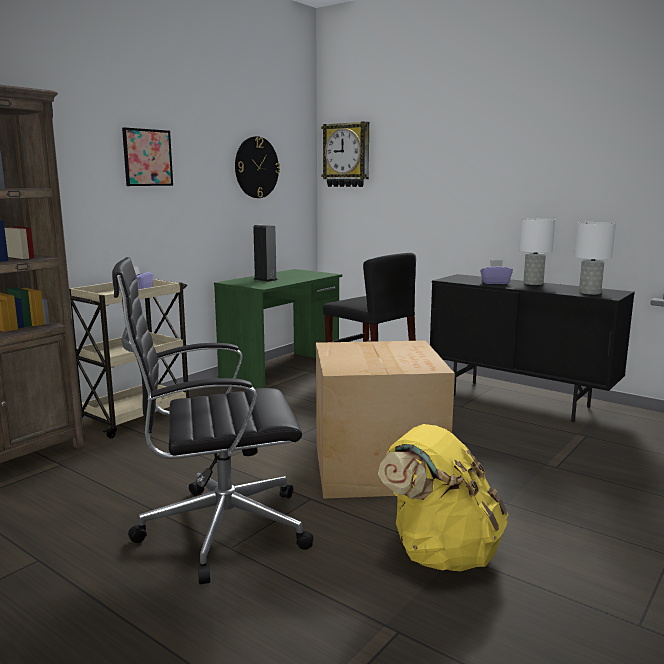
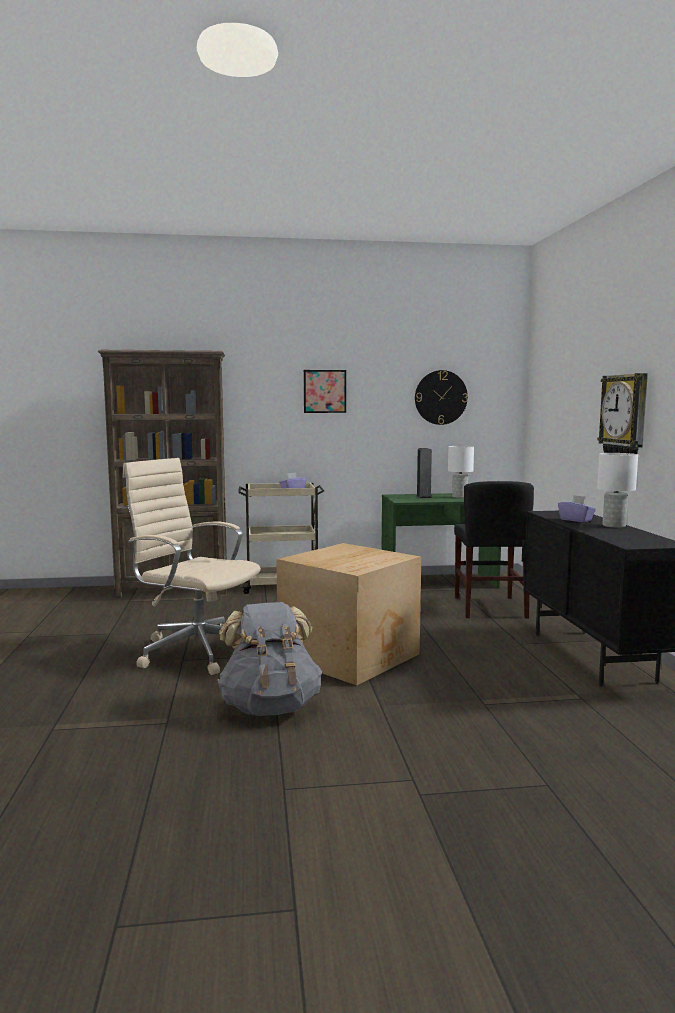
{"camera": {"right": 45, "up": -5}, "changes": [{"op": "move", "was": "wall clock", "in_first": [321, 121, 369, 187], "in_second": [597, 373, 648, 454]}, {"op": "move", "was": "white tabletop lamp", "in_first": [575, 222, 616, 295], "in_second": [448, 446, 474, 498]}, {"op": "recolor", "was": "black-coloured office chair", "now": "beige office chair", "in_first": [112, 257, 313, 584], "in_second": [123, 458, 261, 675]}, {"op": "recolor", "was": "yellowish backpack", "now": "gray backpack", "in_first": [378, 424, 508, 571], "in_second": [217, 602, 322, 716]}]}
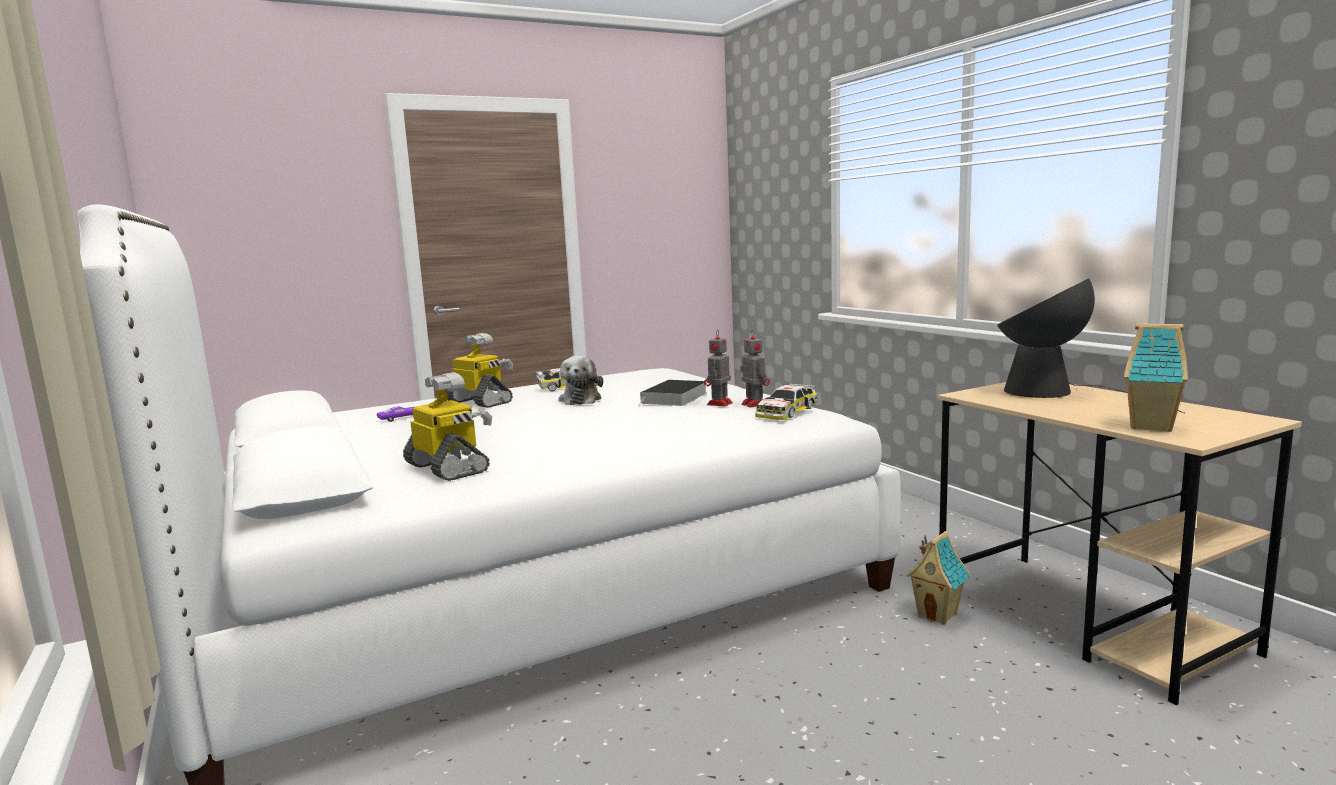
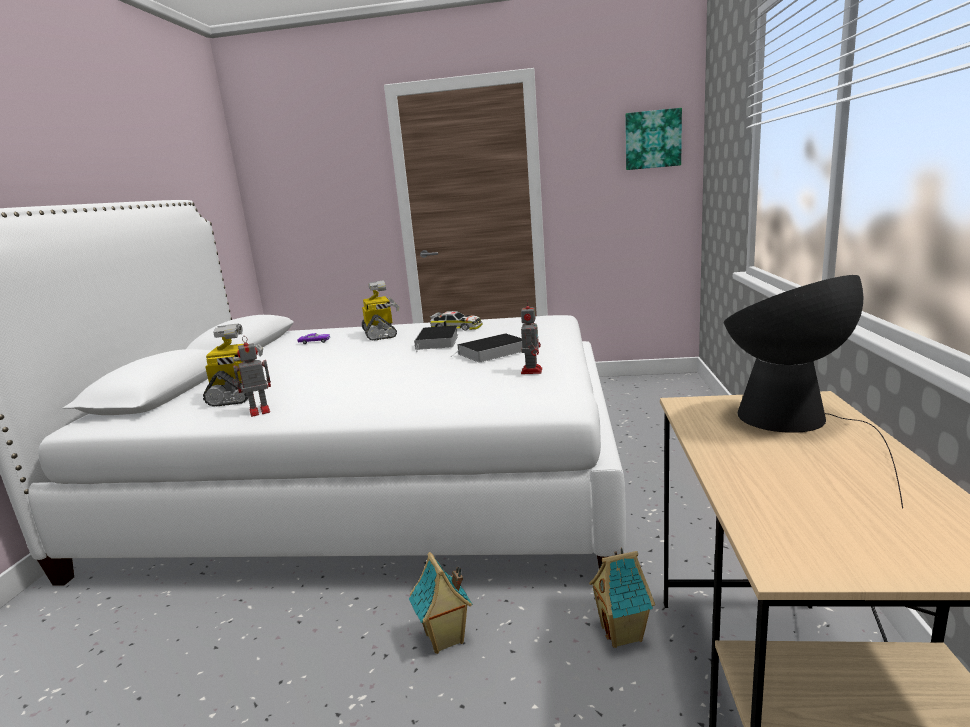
{"camera": {"right": 35, "up": 5}, "changes": [{"op": "move", "was": "toy house", "in_first": [1124, 323, 1188, 432], "in_second": [409, 552, 472, 654]}, {"op": "move", "was": "toy robot", "in_first": [704, 331, 733, 407], "in_second": [233, 336, 271, 417]}, {"op": "replace", "was": "soft toy", "now": "volume", "in_first": [558, 356, 603, 405], "in_second": [414, 325, 458, 352]}, {"op": "delete", "was": "model car", "in_first": [755, 383, 817, 420]}, {"op": "insert", "now": "picture", "in_second": [625, 108, 682, 170]}]}
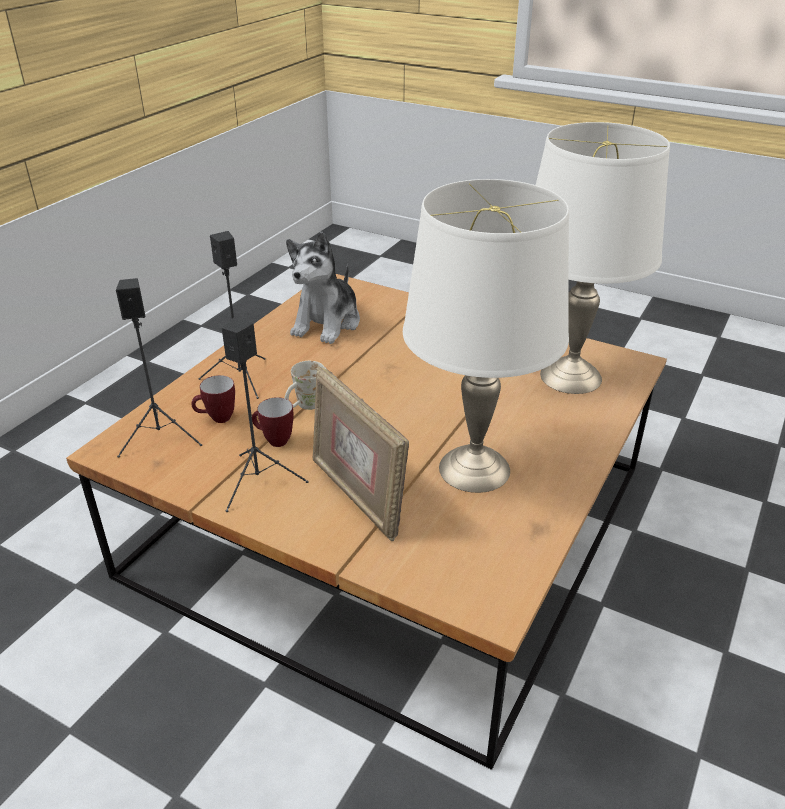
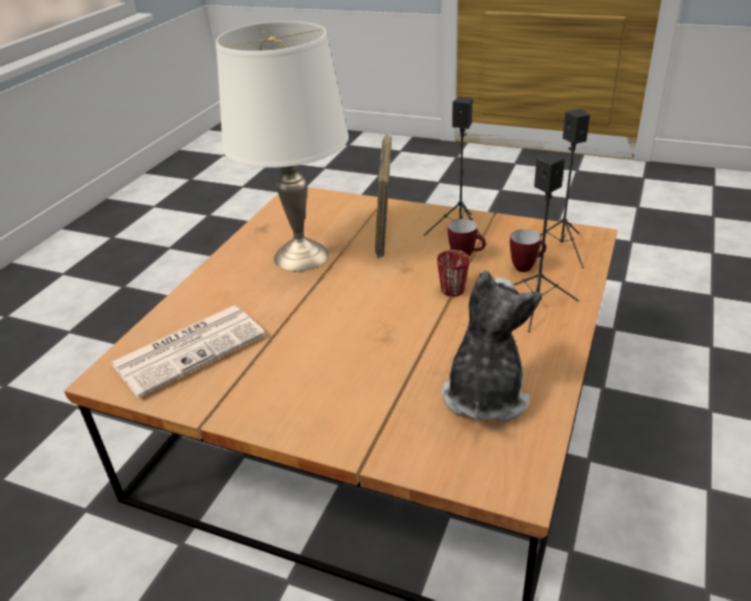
{"camera": {"right": 175, "up": 0}, "changes": [{"op": "replace", "was": "white tabletop lamp", "now": "newspaper", "in_first": [536, 122, 670, 394], "in_second": [110, 306, 266, 398]}, {"op": "recolor", "was": "white tea mug", "now": "red tea mug", "in_first": [285, 361, 324, 410], "in_second": [437, 250, 470, 297]}, {"op": "rotate", "was": "picture frame", "in_first": [313, 366, 409, 541], "in_second": [375, 134, 392, 258], "clockwise": -135}]}
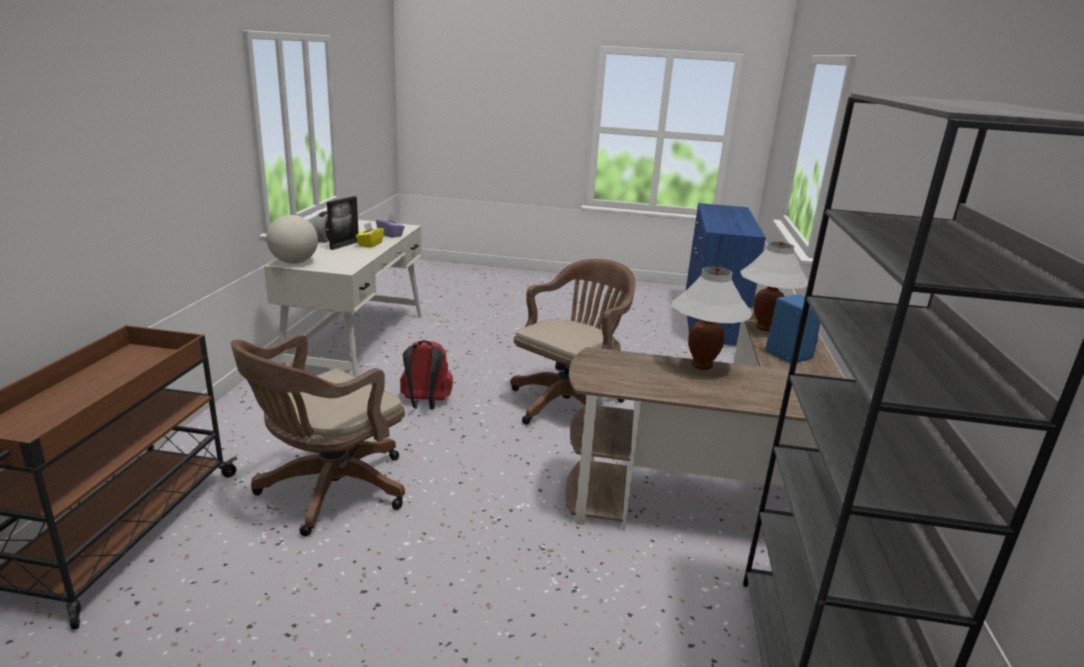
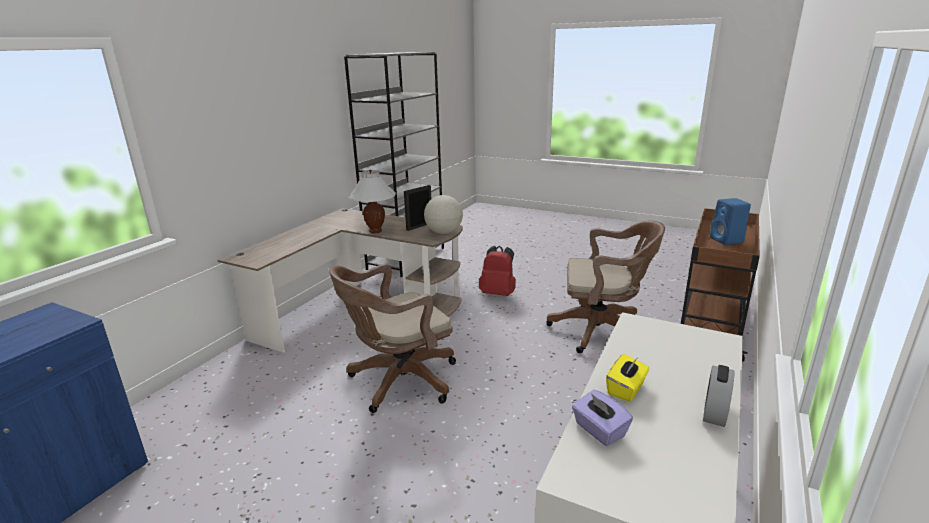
{"camera": {"right": -160, "up": 0}, "changes": [{"op": "move", "was": "picture frame", "in_first": [327, 196, 359, 250], "in_second": [404, 185, 431, 231]}, {"op": "move", "was": "globe", "in_first": [266, 215, 318, 264], "in_second": [424, 195, 463, 234]}, {"op": "delete", "was": "white tabletop lamp", "in_first": [741, 241, 809, 331]}, {"op": "move", "was": "blue speaker", "in_first": [766, 294, 820, 363], "in_second": [710, 198, 751, 245]}, {"op": "rotate", "was": "brown-coloured office chair", "in_first": [231, 334, 405, 536], "in_second": [546, 221, 665, 353], "clockwise": 45}, {"op": "move", "was": "red backpack", "in_first": [400, 340, 453, 410], "in_second": [479, 246, 516, 296]}]}
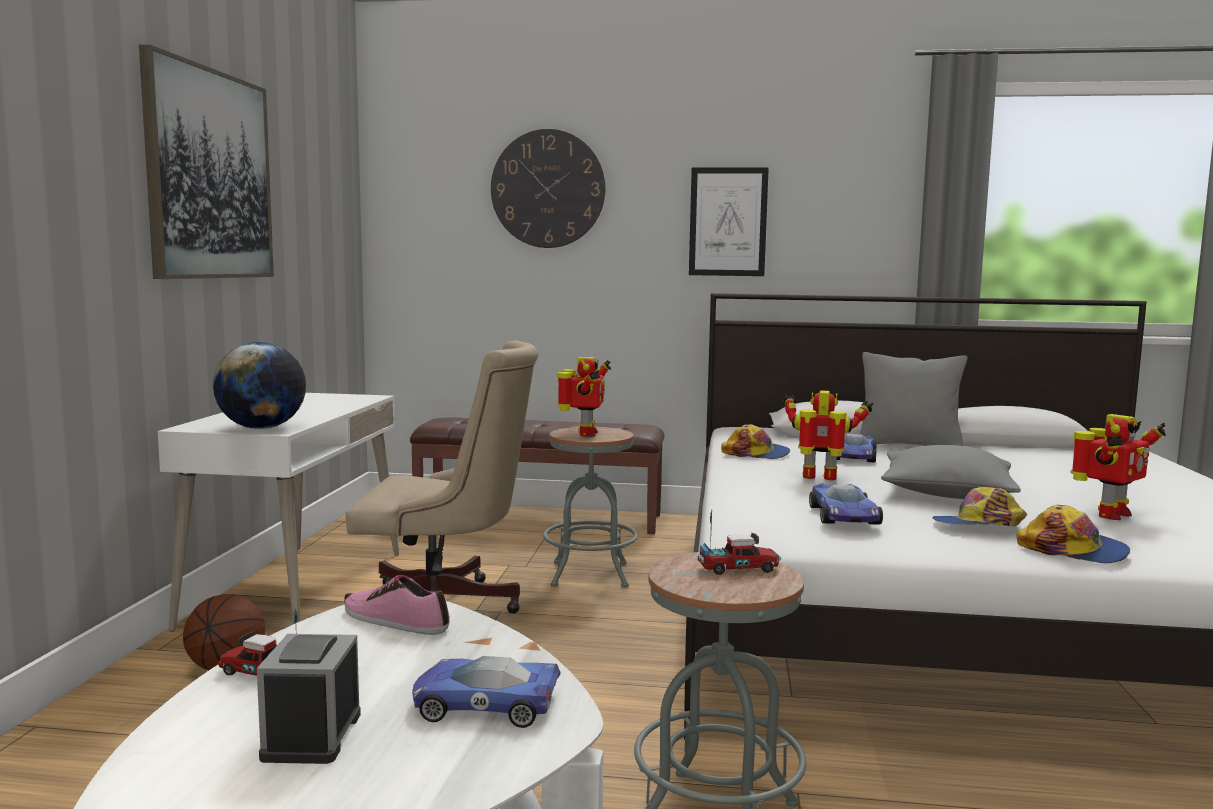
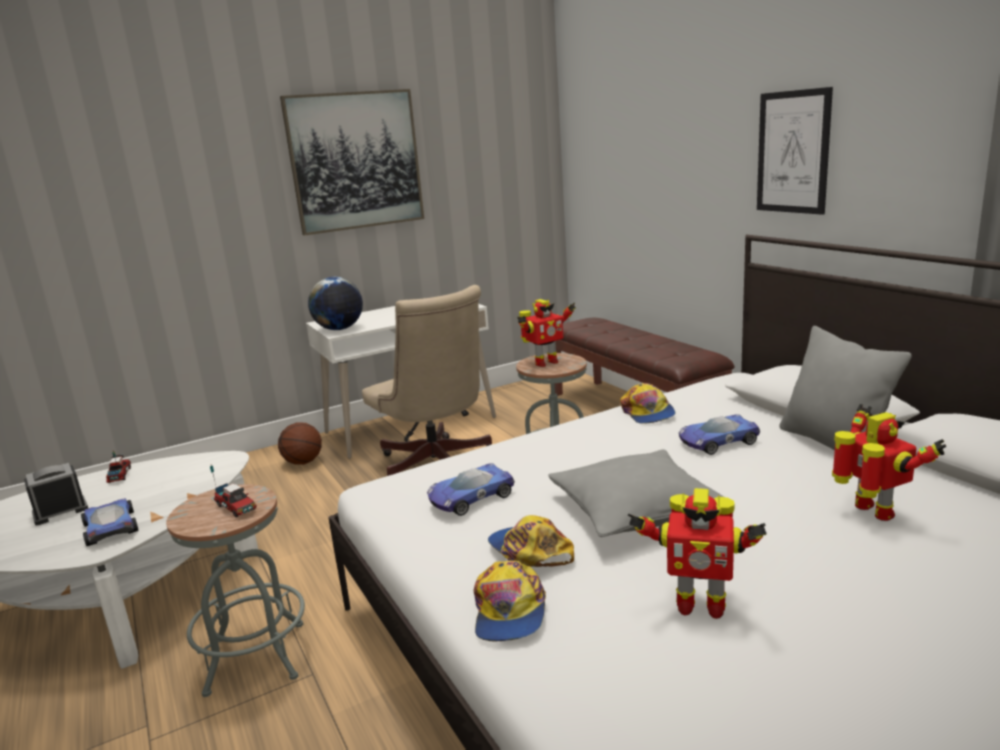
{"camera": {"right": 55, "up": 10}, "changes": [{"op": "delete", "was": "wall clock", "in_first": [491, 129, 605, 248]}, {"op": "move", "was": "toy robot", "in_first": [783, 390, 873, 480], "in_second": [832, 404, 946, 521]}, {"op": "delete", "was": "low shoe", "in_first": [345, 575, 450, 635]}]}
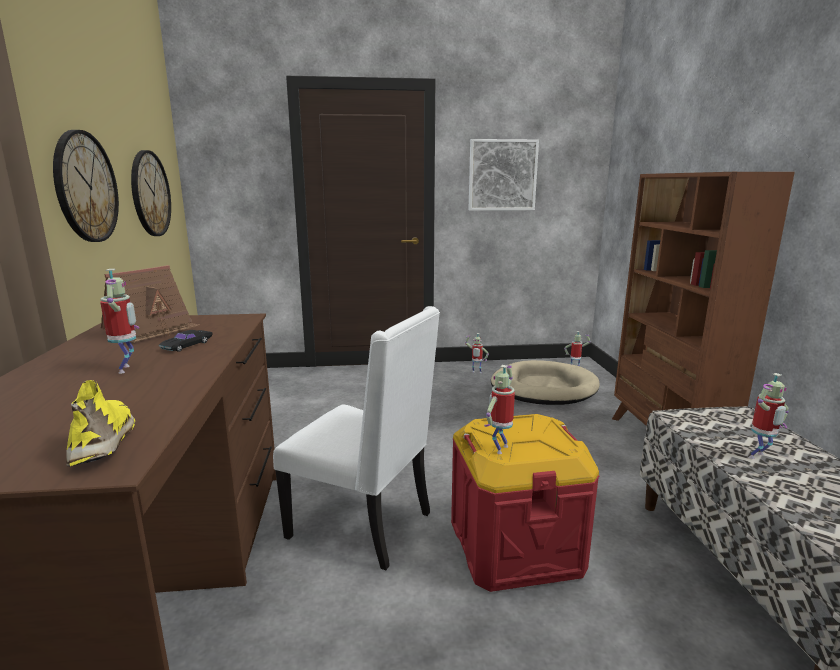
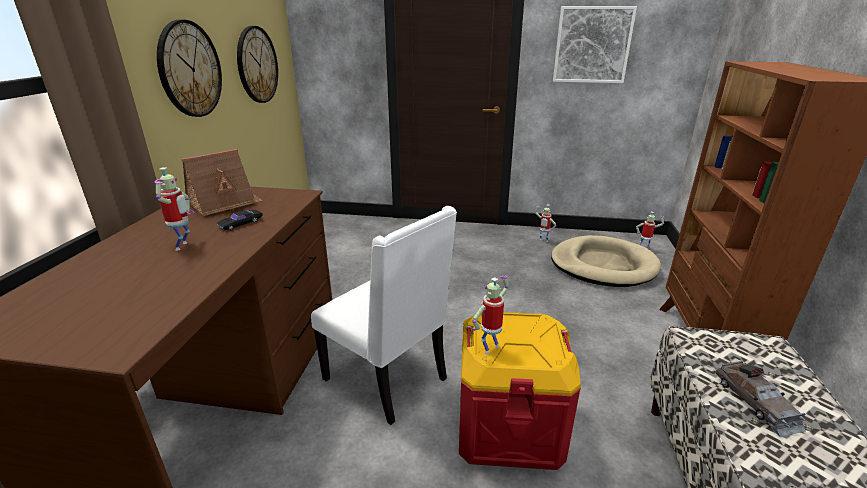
{"camera": {"right": 15, "up": 10}, "changes": [{"op": "replace", "was": "toy robot", "now": "gray model car", "in_first": [749, 373, 789, 459], "in_second": [716, 361, 806, 437]}, {"op": "delete", "was": "yellowish low shoe", "in_first": [66, 380, 135, 466]}]}
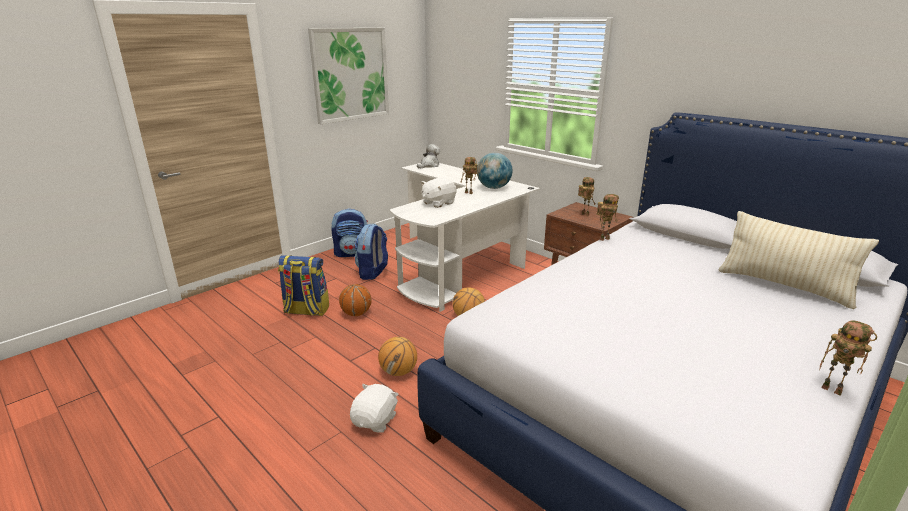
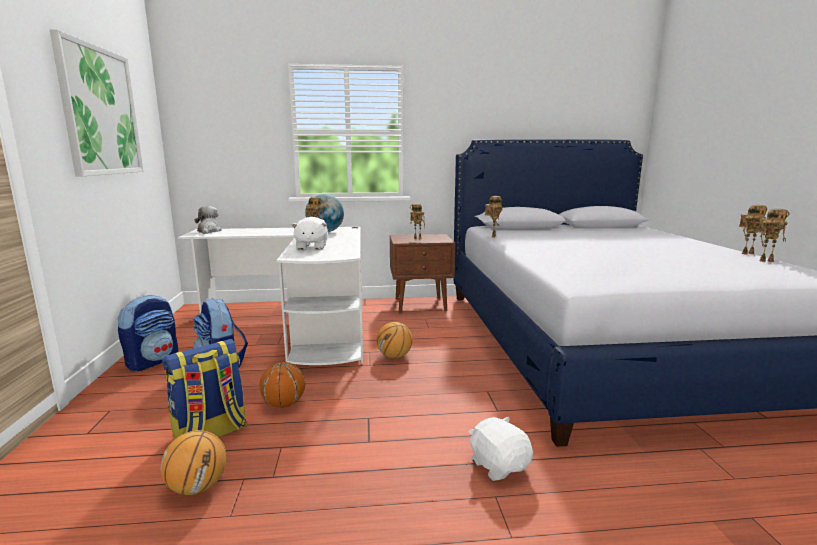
{"camera": {"right": -50, "up": -10}, "changes": [{"op": "delete", "was": "beige pillow", "in_first": [718, 211, 879, 309]}, {"op": "move", "was": "ball for basketball", "in_first": [378, 337, 417, 376], "in_second": [160, 430, 227, 495]}, {"op": "insert", "now": "toy robot", "in_second": [758, 209, 789, 262]}]}
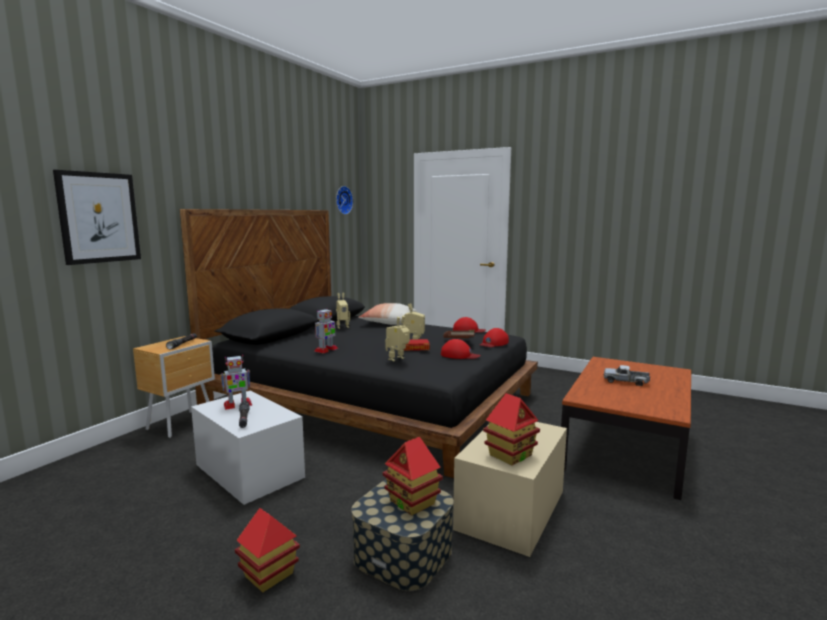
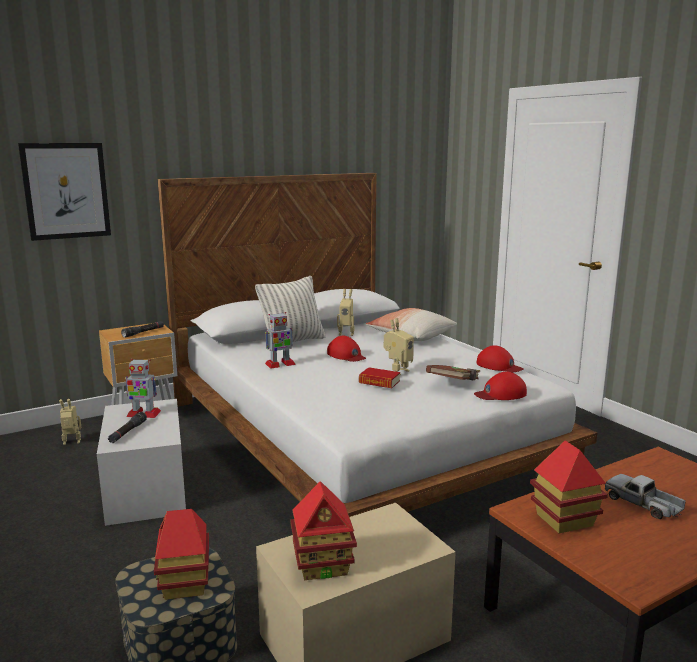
{"camera": {"right": 30, "up": 5}, "changes": [{"op": "delete", "was": "wall clock", "in_first": [336, 186, 353, 215]}, {"op": "recolor", "was": "black-coloured bedroom bed", "now": "white bedroom bed", "in_first": [180, 209, 538, 478], "in_second": [158, 173, 597, 517]}, {"op": "move", "was": "toy robot", "in_first": [385, 316, 410, 361], "in_second": [59, 399, 81, 445]}, {"op": "move", "was": "red peaked cap", "in_first": [441, 339, 481, 359], "in_second": [327, 336, 366, 362]}, {"op": "move", "was": "toy house", "in_first": [235, 508, 300, 592], "in_second": [530, 440, 608, 534]}, {"op": "insert", "now": "pillow", "in_second": [255, 276, 326, 351]}]}
